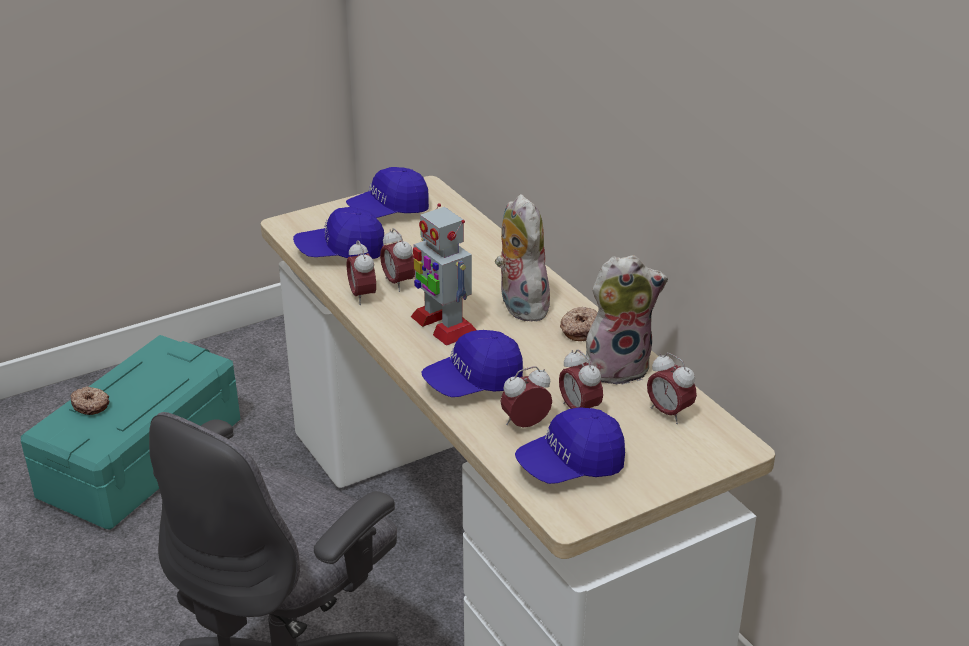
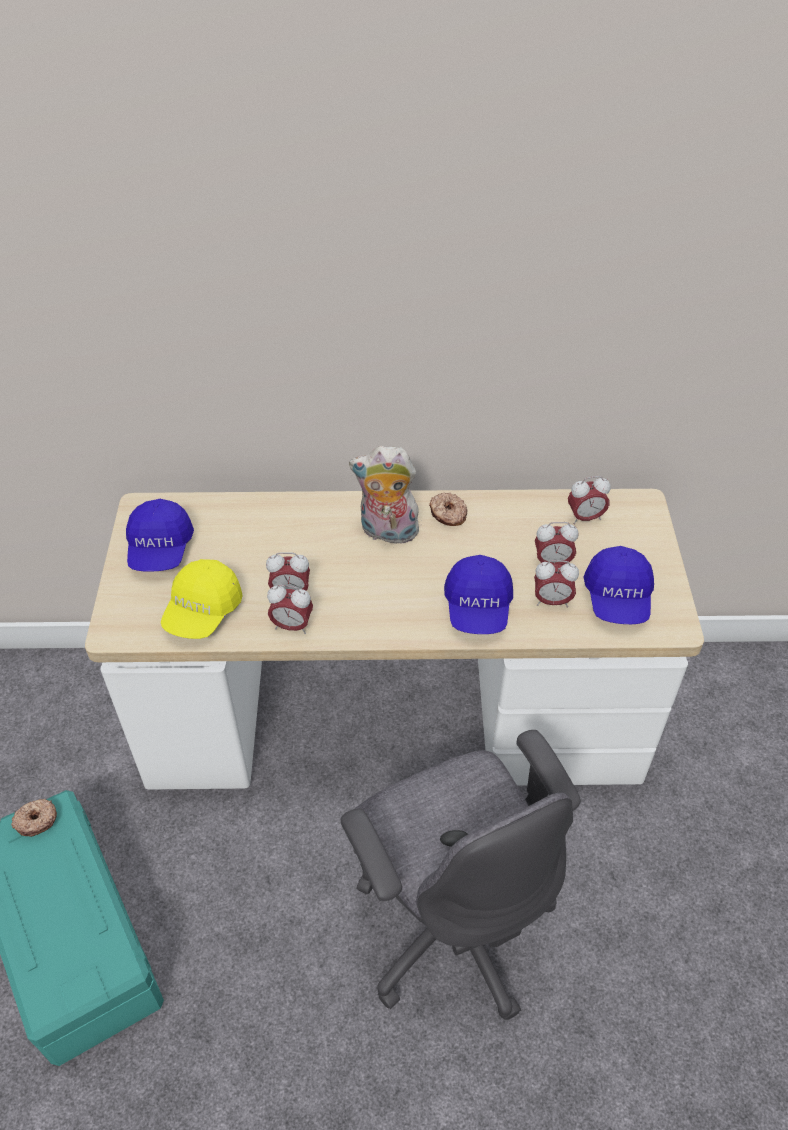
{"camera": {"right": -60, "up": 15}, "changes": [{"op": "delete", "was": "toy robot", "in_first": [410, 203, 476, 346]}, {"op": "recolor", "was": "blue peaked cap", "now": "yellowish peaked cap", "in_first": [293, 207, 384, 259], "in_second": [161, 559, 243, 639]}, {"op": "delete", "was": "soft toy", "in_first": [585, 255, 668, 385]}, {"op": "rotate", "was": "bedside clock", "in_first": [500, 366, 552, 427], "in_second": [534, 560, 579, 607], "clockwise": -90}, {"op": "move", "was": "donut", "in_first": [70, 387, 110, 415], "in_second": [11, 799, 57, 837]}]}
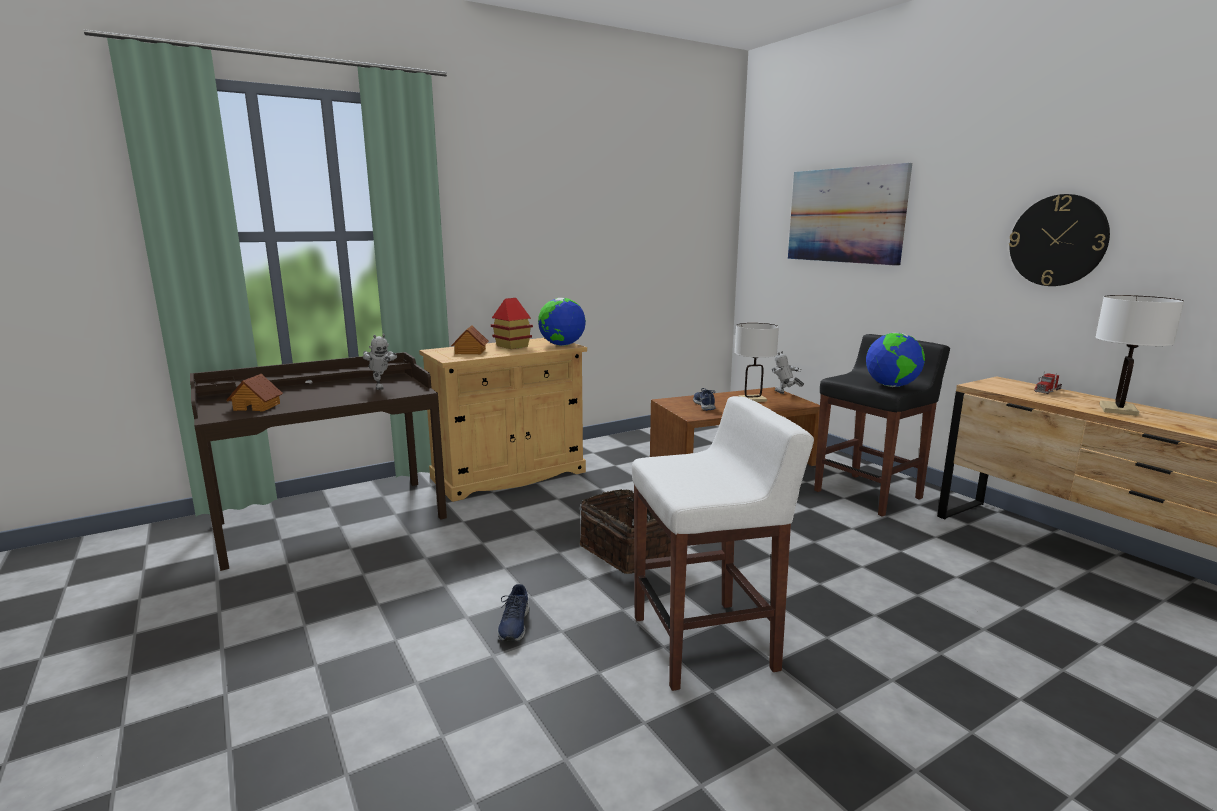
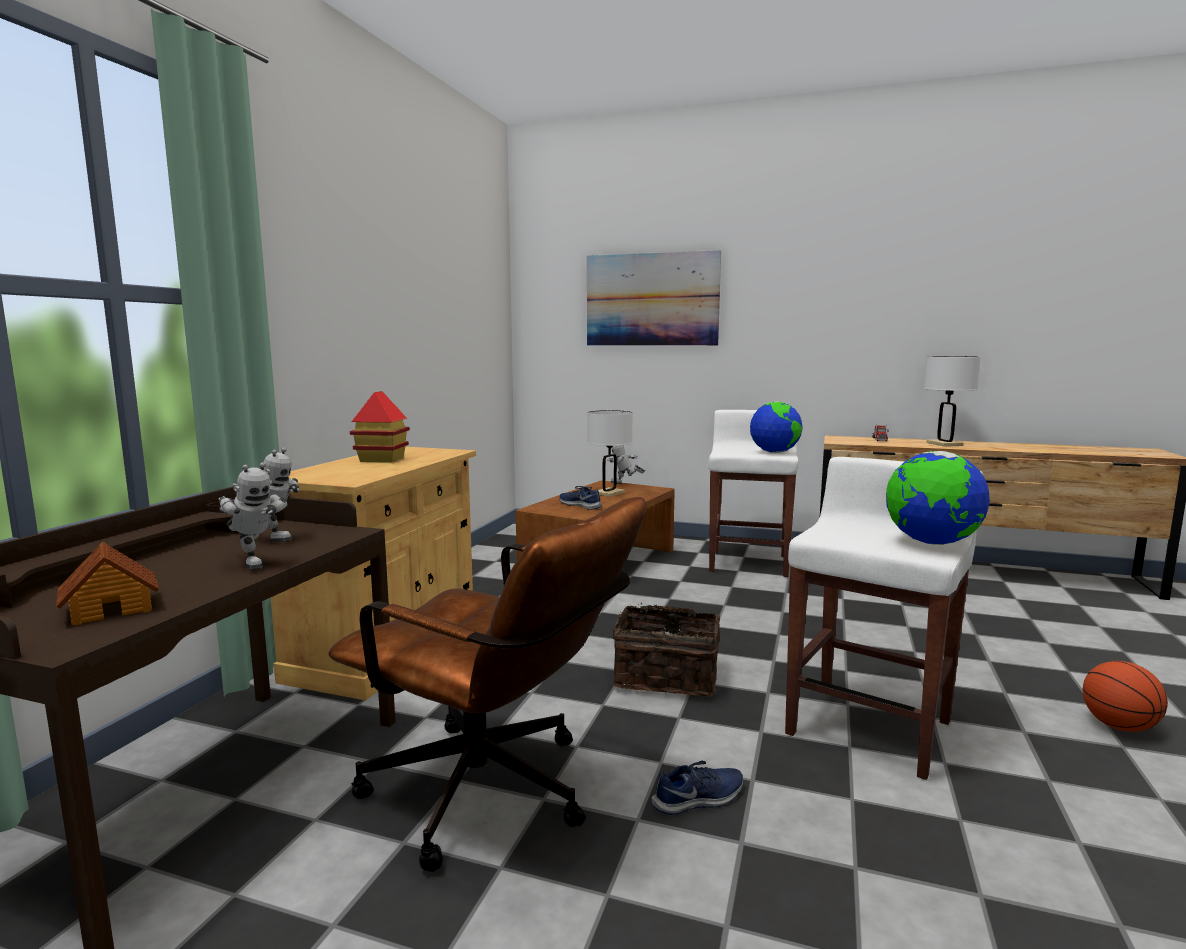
{"camera": {"right": -40, "up": -5}, "changes": [{"op": "delete", "was": "wall clock", "in_first": [1009, 194, 1110, 286]}, {"op": "move", "was": "globe", "in_first": [538, 298, 586, 346], "in_second": [886, 451, 990, 545]}, {"op": "delete", "was": "toy house", "in_first": [451, 325, 489, 354]}, {"op": "recolor", "was": "black-coloured stool seat", "now": "white stool seat", "in_first": [814, 334, 950, 517], "in_second": [708, 410, 798, 577]}, {"op": "rotate", "was": "blue low shoe", "in_first": [497, 584, 530, 642], "in_second": [652, 761, 743, 815], "clockwise": -75}, {"op": "insert", "now": "toy robot", "in_second": [219, 462, 287, 570]}, {"op": "insert", "now": "brown-coloured office chair", "in_second": [329, 497, 646, 872]}, {"op": "insert", "now": "ball for basketball", "in_second": [1083, 661, 1168, 732]}]}
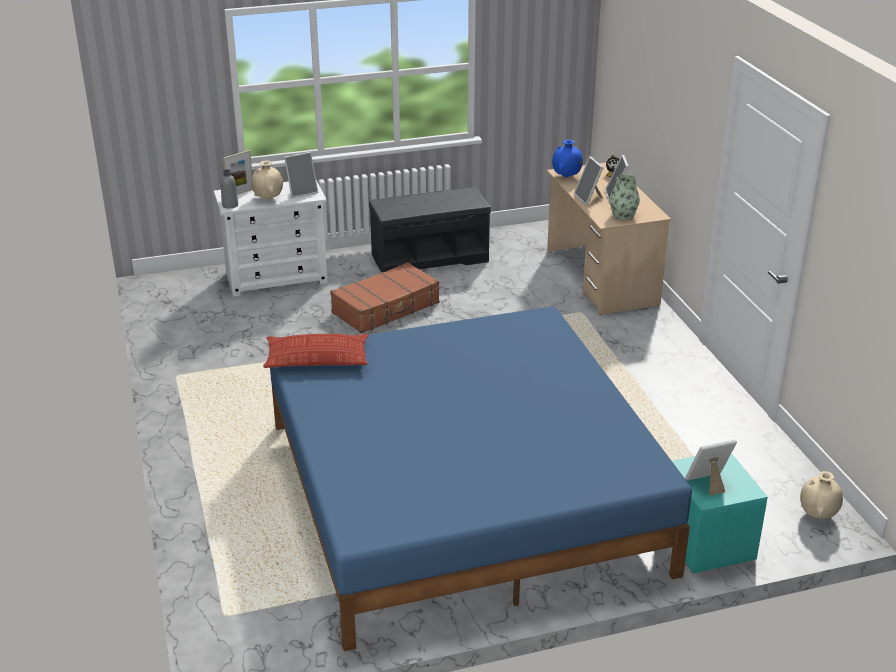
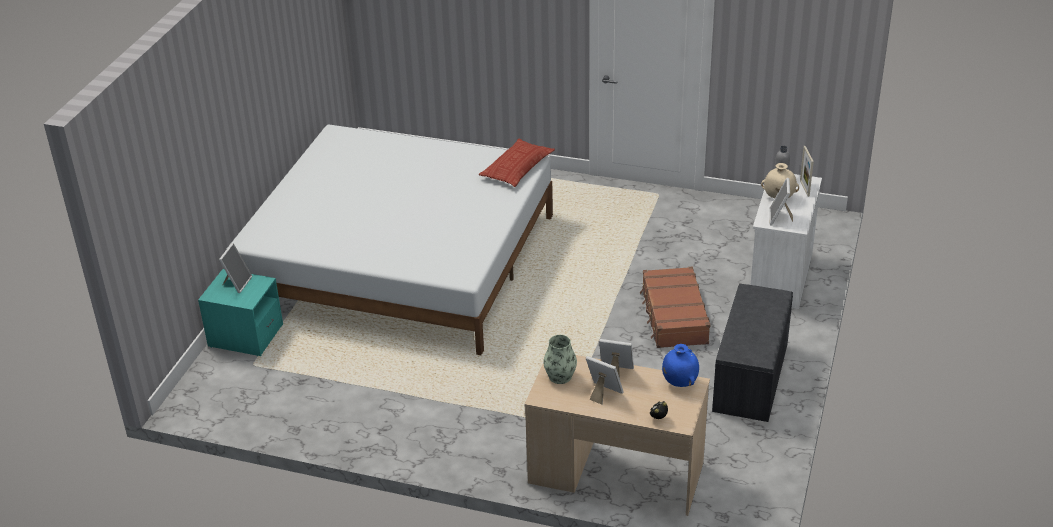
{"camera": {"right": 125, "up": 5}, "changes": [{"op": "recolor", "was": "blue bedroom bed", "now": "white bedroom bed", "in_first": [270, 306, 692, 651], "in_second": [226, 125, 553, 355]}, {"op": "delete", "was": "beige decorative vase", "in_first": [800, 471, 843, 519]}]}
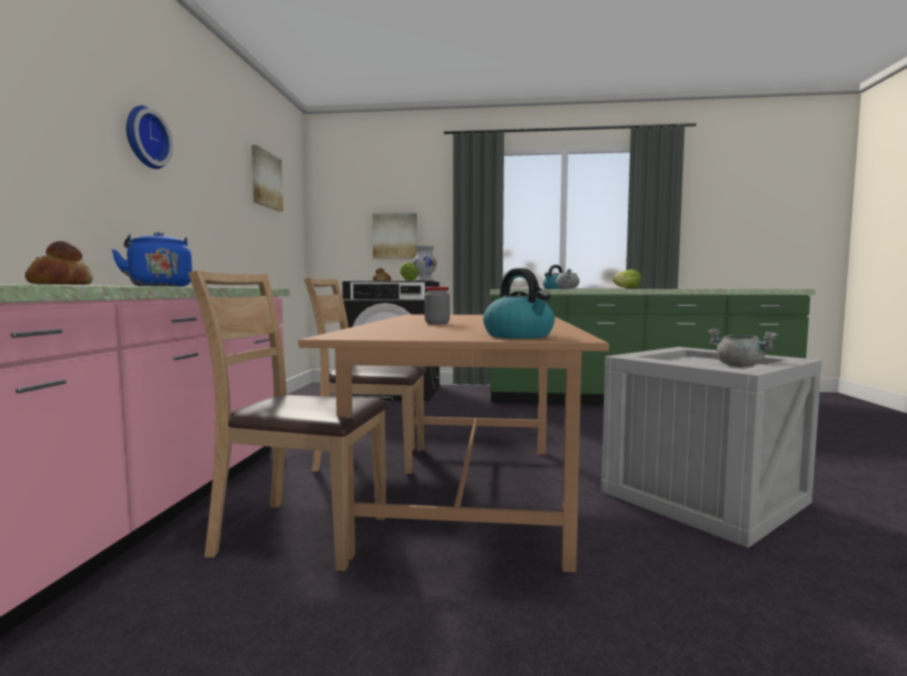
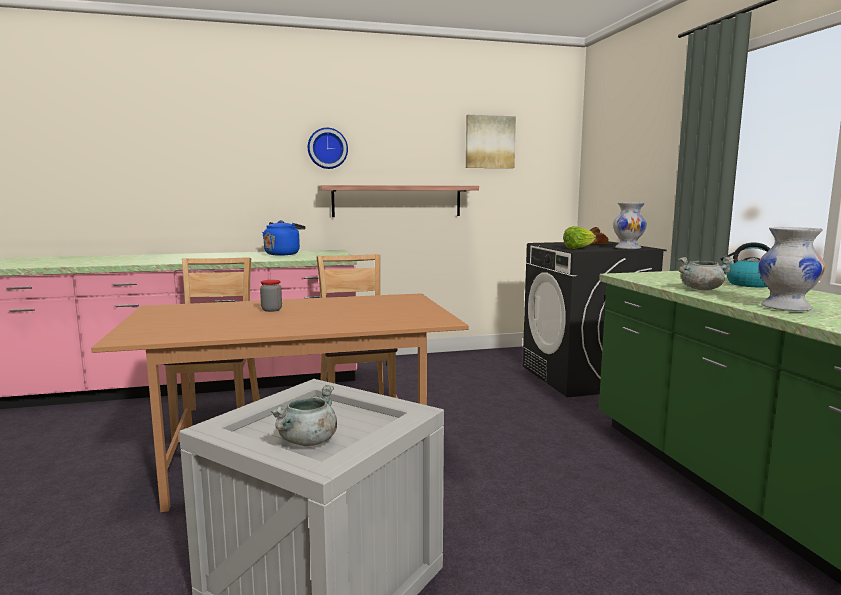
{"camera": {"right": 70, "up": 5}, "changes": [{"op": "delete", "was": "picture", "in_first": [372, 213, 417, 259]}, {"op": "delete", "was": "baked bread", "in_first": [25, 241, 93, 285]}, {"op": "delete", "was": "tea kettle", "in_first": [483, 268, 555, 339]}, {"op": "replace", "was": "lettuce", "now": "white decorative vase", "in_first": [612, 269, 641, 289], "in_second": [758, 227, 825, 311]}, {"op": "insert", "now": "shelf", "in_second": [319, 185, 479, 217]}]}
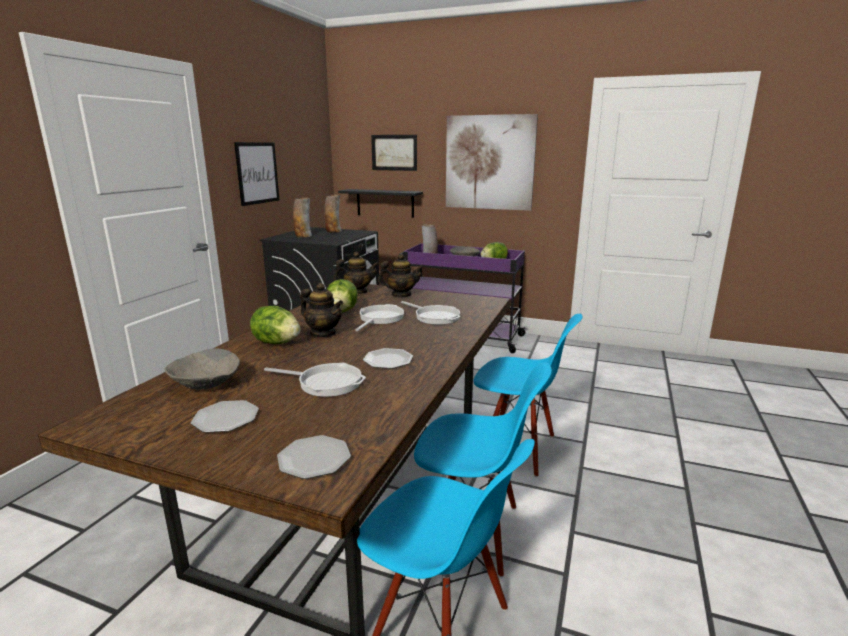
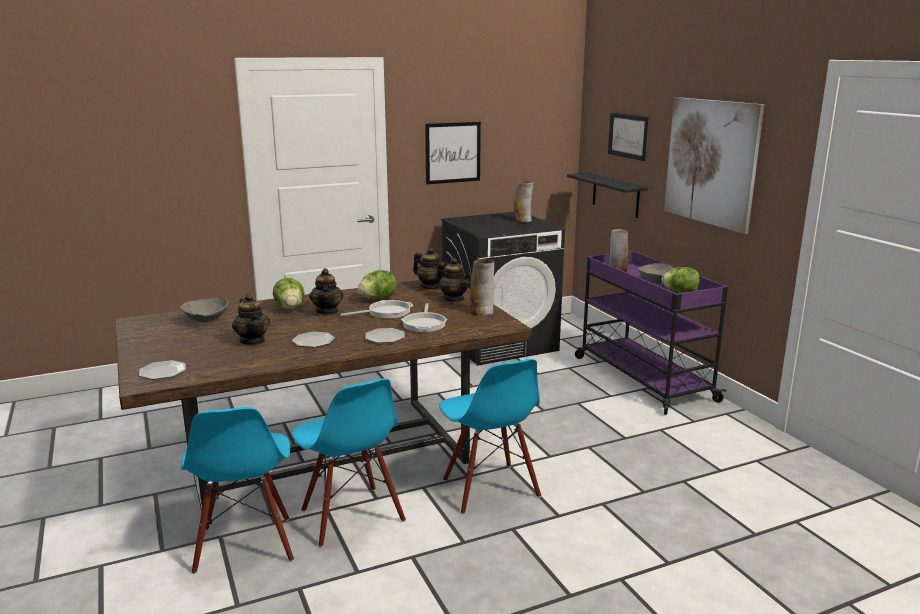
{"camera": {"right": 45, "up": 0}, "changes": [{"op": "move", "was": "decorative vase", "in_first": [293, 197, 312, 238], "in_second": [470, 259, 494, 316]}, {"op": "replace", "was": "pan", "now": "pot for tea", "in_first": [264, 363, 366, 397], "in_second": [232, 294, 270, 345]}, {"op": "move", "was": "plate", "in_first": [191, 400, 259, 433], "in_second": [365, 328, 405, 343]}]}
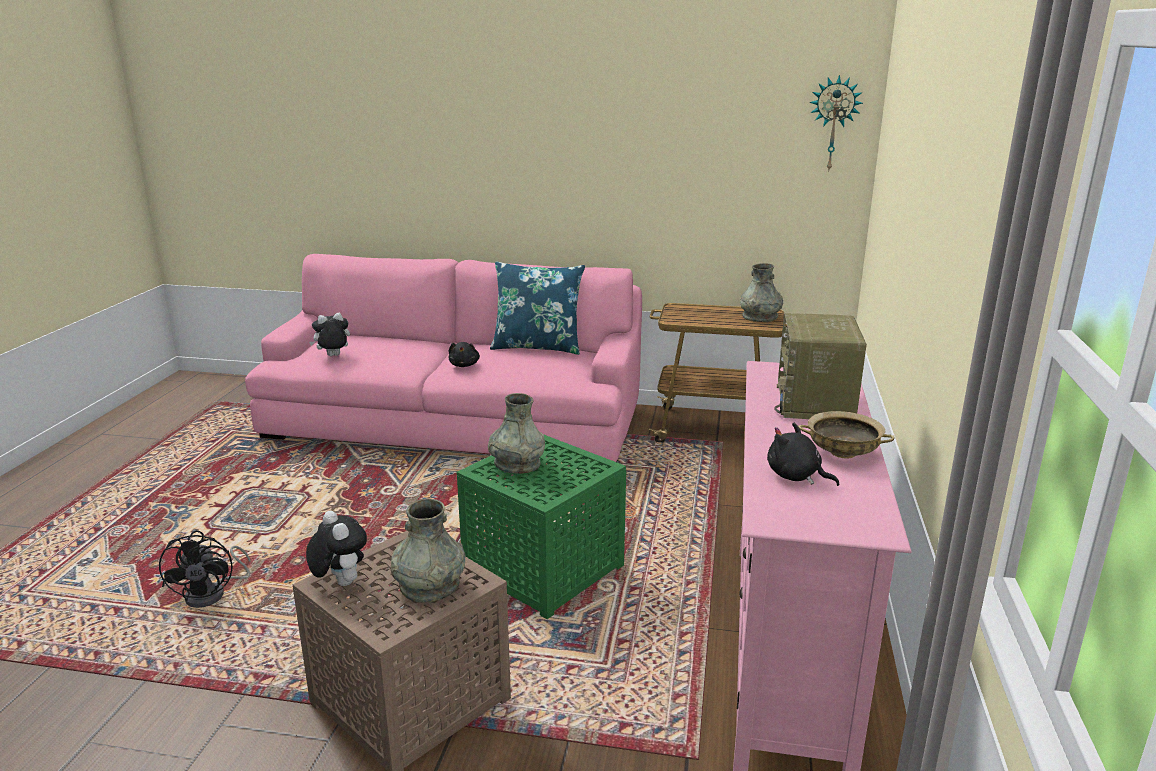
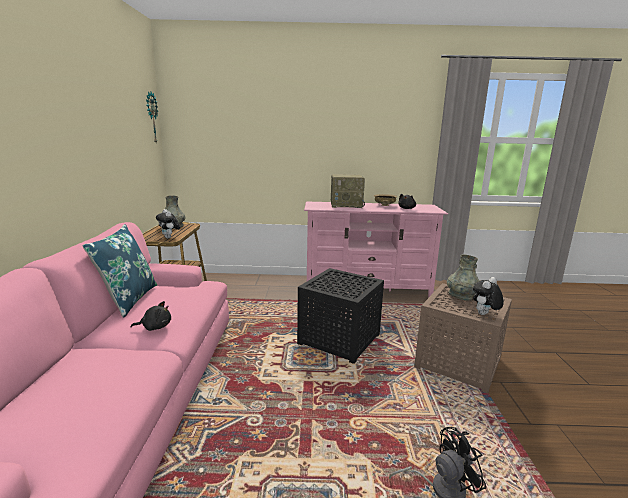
{"camera": {"right": -100, "up": -5}, "changes": [{"op": "move", "was": "soft toy", "in_first": [309, 313, 350, 356], "in_second": [156, 209, 180, 239]}, {"op": "delete", "was": "gray decorative vase", "in_first": [488, 393, 545, 474]}, {"op": "recolor", "was": "green-coloured accent table", "now": "black-coloured accent table", "in_first": [456, 435, 626, 619], "in_second": [297, 268, 384, 364]}]}
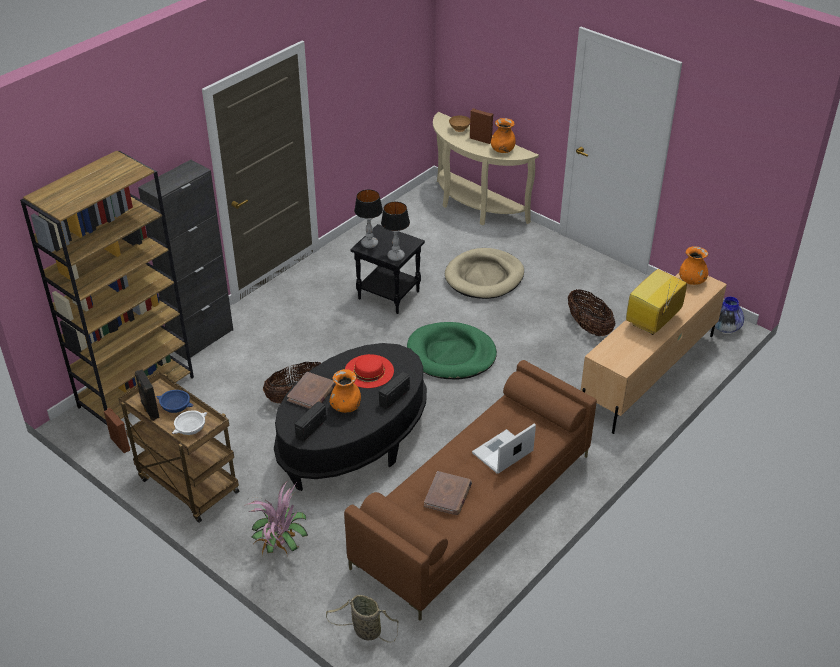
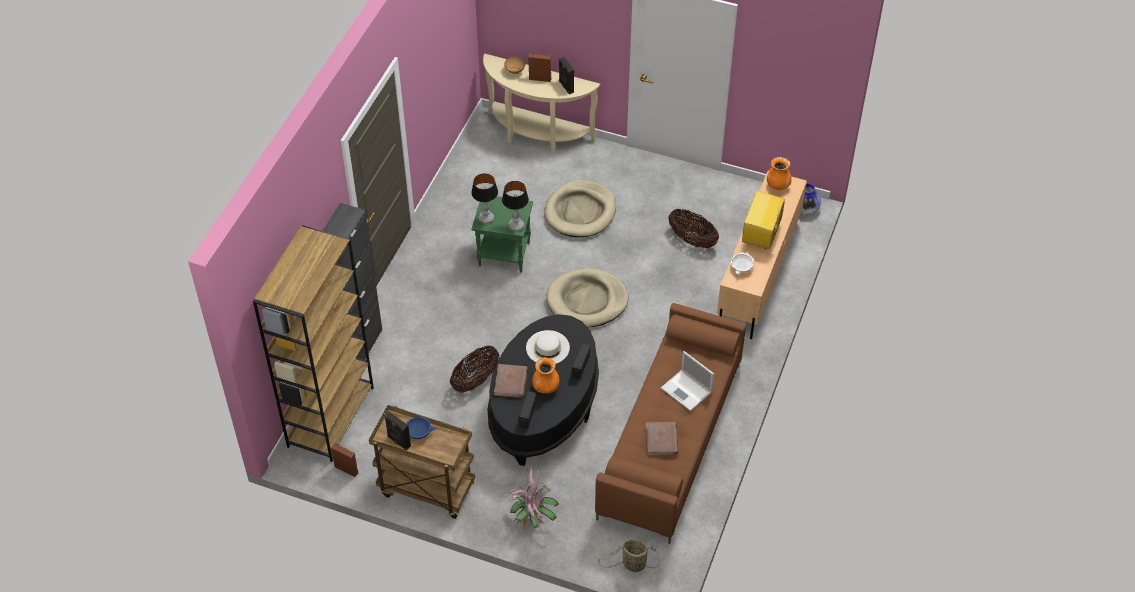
{"camera": {"right": -20, "up": 10}, "changes": [{"op": "replace", "was": "orangey decorative vase", "now": "black-coloured speaker", "in_first": [491, 118, 516, 153], "in_second": [559, 57, 574, 95]}, {"op": "recolor", "was": "black-coloured accent table", "now": "green-coloured accent table", "in_first": [350, 224, 425, 314], "in_second": [472, 196, 533, 272]}, {"op": "recolor", "was": "green-coloured pet bed", "now": "beige pet bed", "in_first": [407, 322, 497, 379], "in_second": [546, 268, 629, 327]}, {"op": "recolor", "was": "red hat", "now": "white hat", "in_first": [345, 354, 394, 388], "in_second": [526, 330, 570, 364]}, {"op": "move", "was": "white deep dish", "in_first": [172, 410, 207, 435], "in_second": [731, 252, 754, 275]}, {"op": "rotate", "was": "laptop", "in_first": [472, 423, 536, 473], "in_second": [661, 351, 714, 411], "clockwise": -75}]}
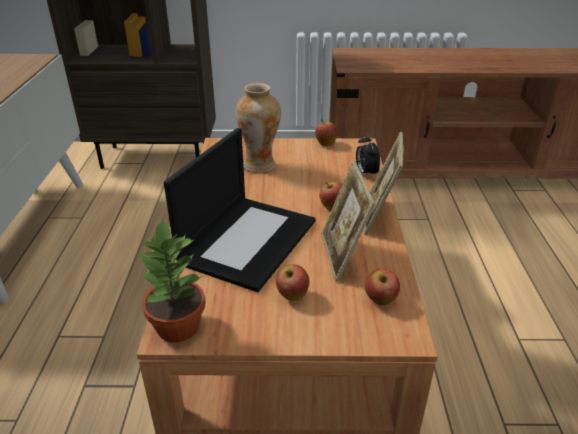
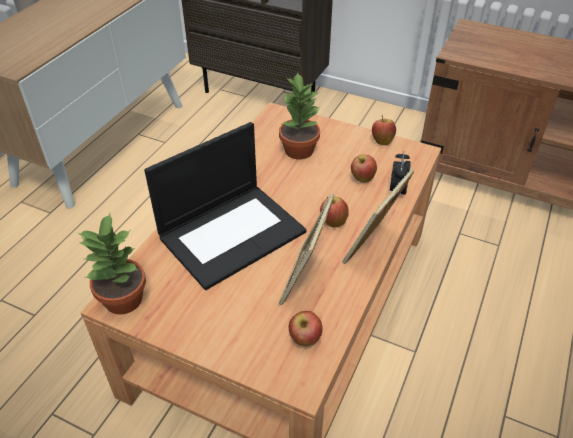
{"camera": {"right": 25, "up": 10}, "changes": [{"op": "replace", "was": "decorative vase", "now": "houseplant", "in_first": [236, 83, 281, 172], "in_second": [279, 72, 321, 159]}, {"op": "move", "was": "apple fruit", "in_first": [276, 265, 309, 301], "in_second": [351, 155, 377, 183]}]}
